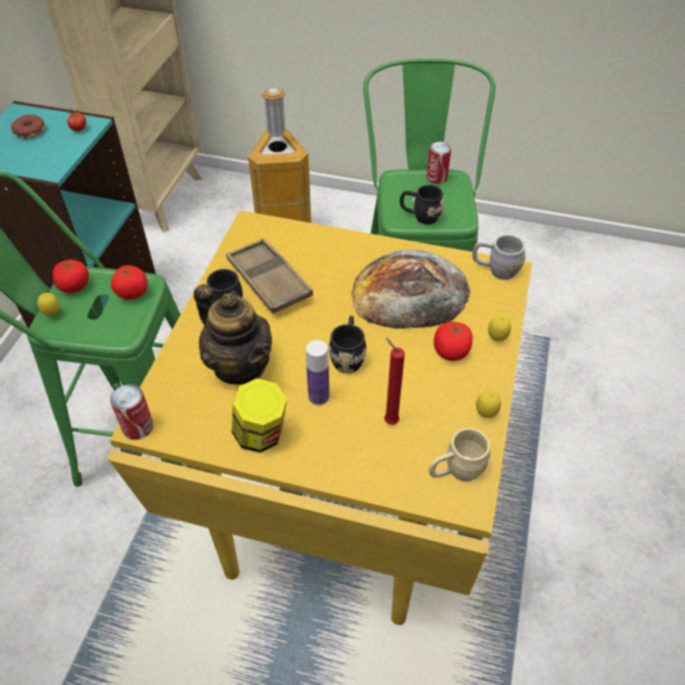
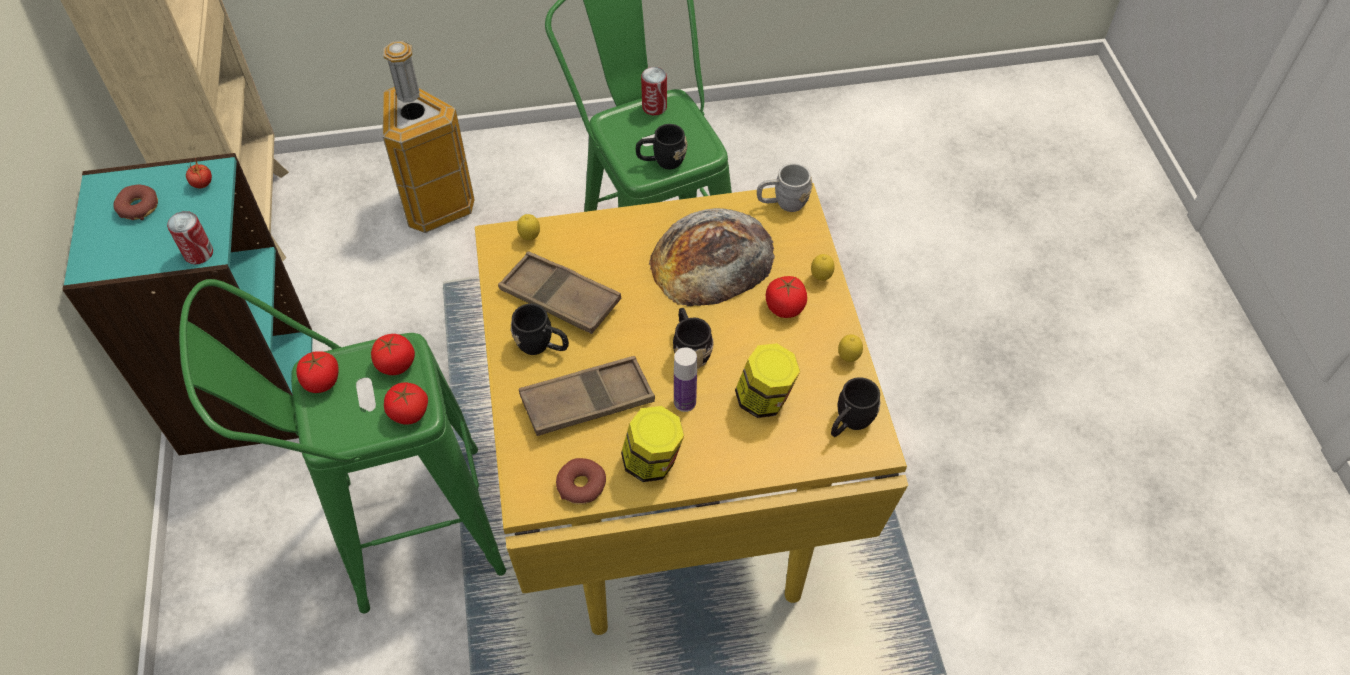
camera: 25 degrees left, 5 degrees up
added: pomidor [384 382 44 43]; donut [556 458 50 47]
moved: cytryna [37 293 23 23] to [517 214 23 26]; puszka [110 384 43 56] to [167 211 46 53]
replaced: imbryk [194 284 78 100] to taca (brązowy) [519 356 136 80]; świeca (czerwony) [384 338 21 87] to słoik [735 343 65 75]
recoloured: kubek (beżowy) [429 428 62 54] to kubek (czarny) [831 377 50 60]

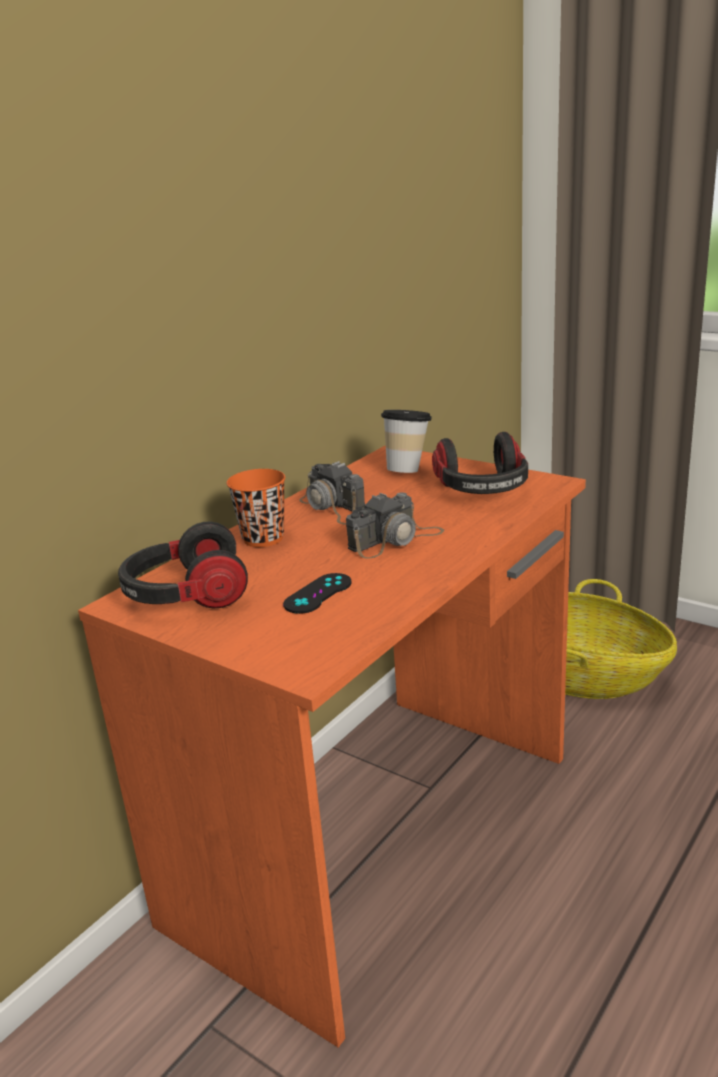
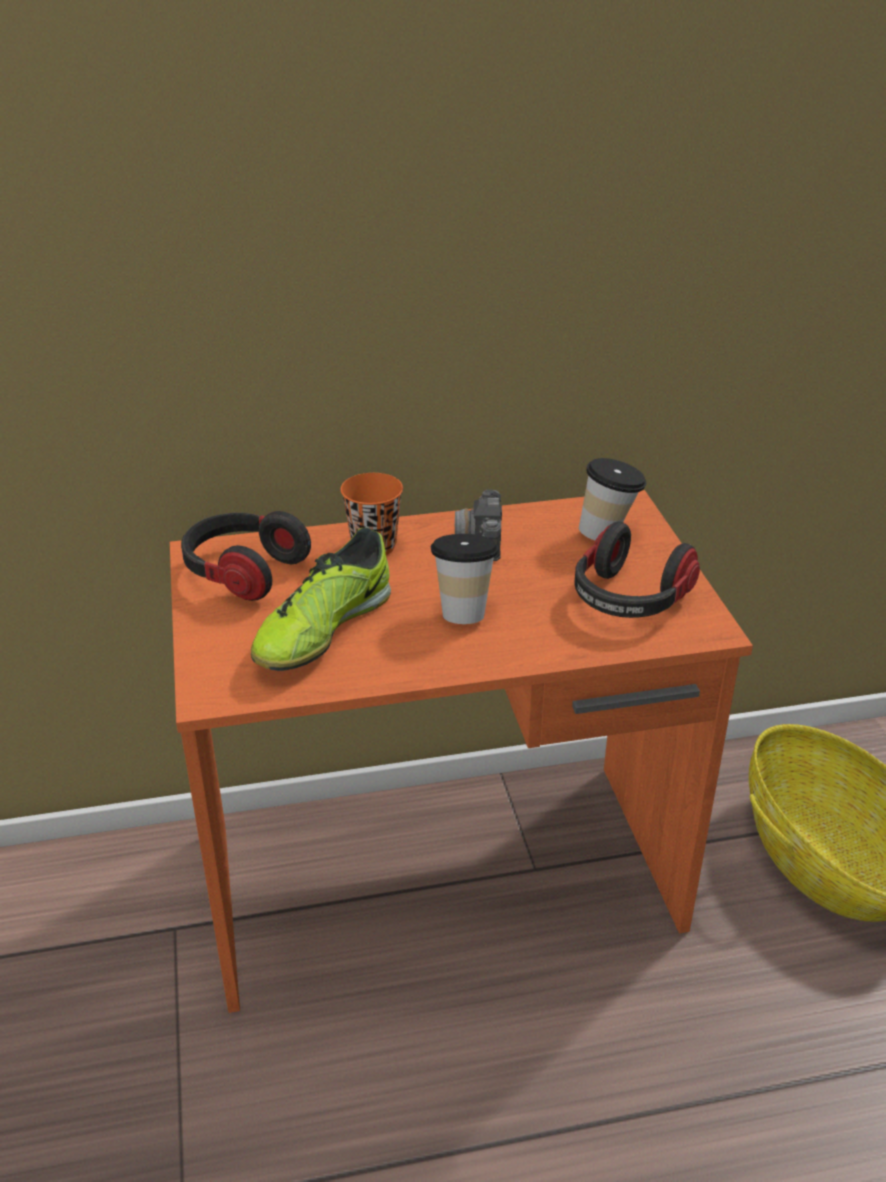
camera: 40 degrees right, 10 degrees up
replaced: pad do gier (czarny) [283 573 69 41] to but [251 528 140 143]; aparat fotograficzny [346 492 98 67] to filiżanka [431 534 68 90]

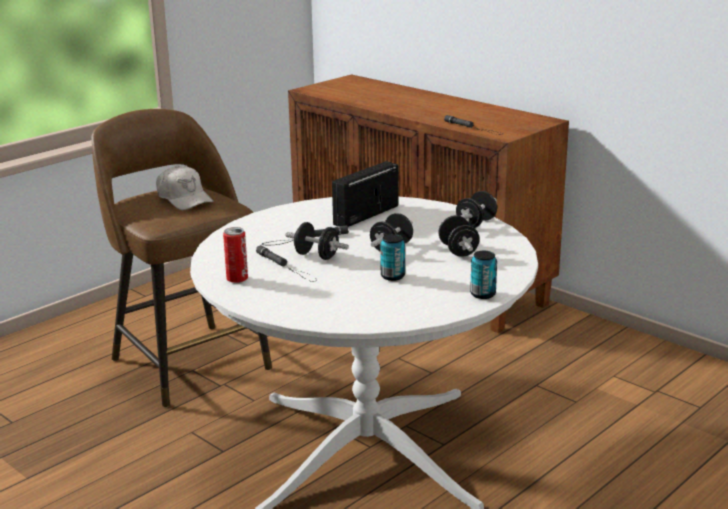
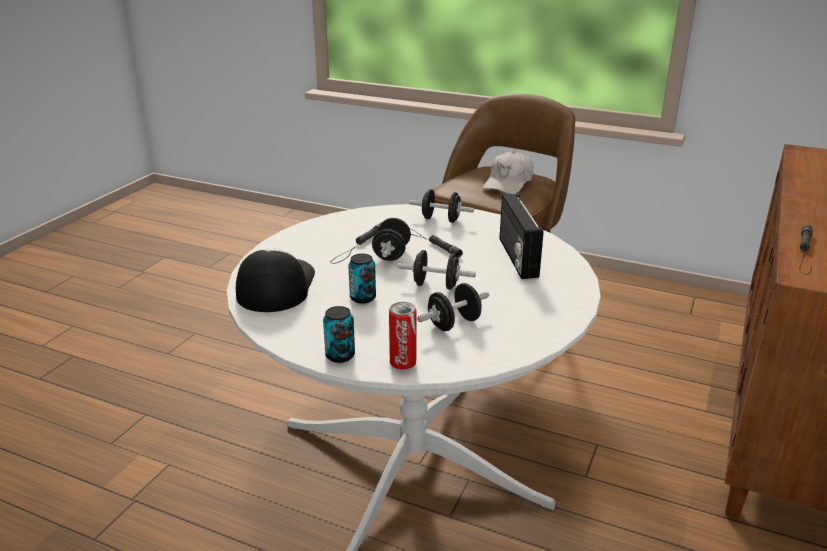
camera: 70 degrees right, 5 degrees up
added: czapka z daszkiem [236 248 79 64]
moved: puszka [223 227 25 56] to [389 302 27 68]; hantel (czarny) [456 191 41 37] to [409 189 65 34]
turned: radio [332 161 67 66] = [500 194 43 85] 120 degrees counterclockwise

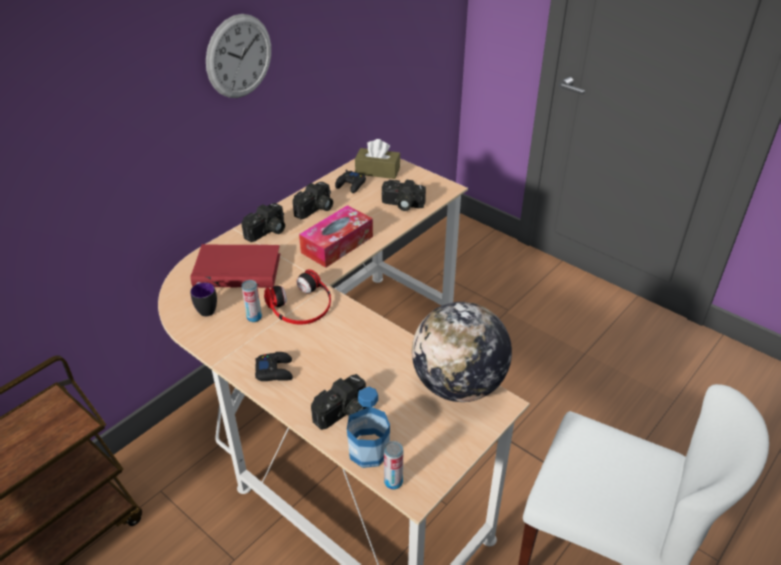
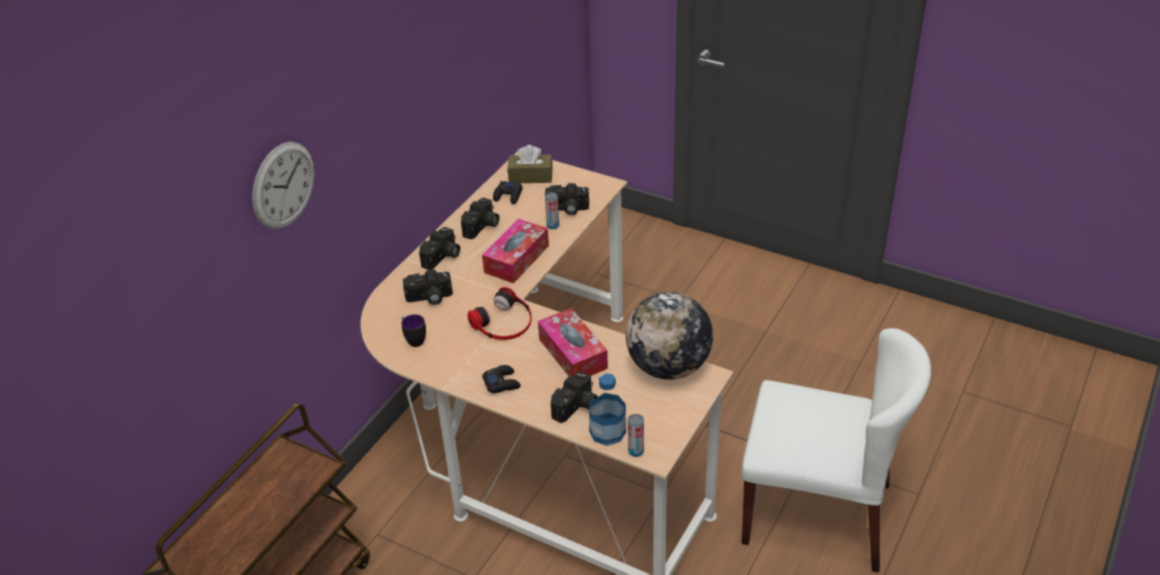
camera: 10 degrees left, 0 degrees up
added: pudełko chusteczek [538 308 70 69]
moved: zegar ścienny [206 14 65 84] to [252 142 62 88]; puszka [241 280 21 42] to [545 192 14 37]
replaced: książka (czerwony) [190 244 90 44] to aparat fotograficzny [403 269 50 36]

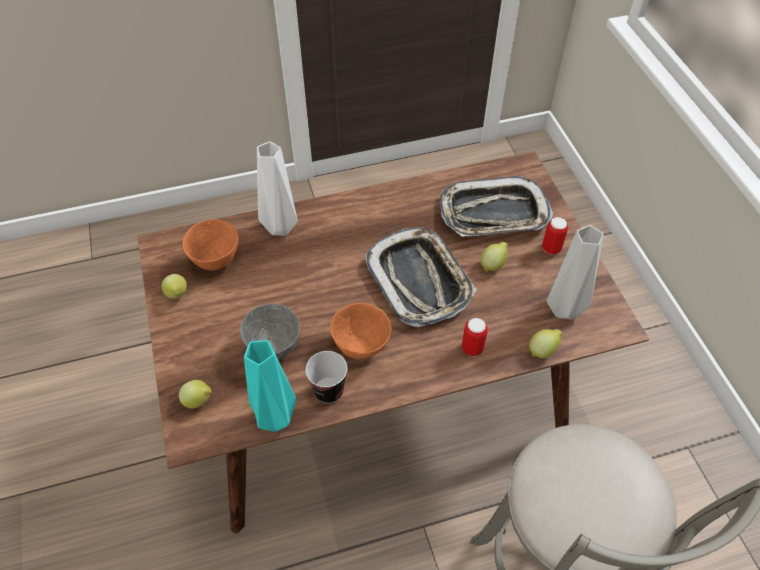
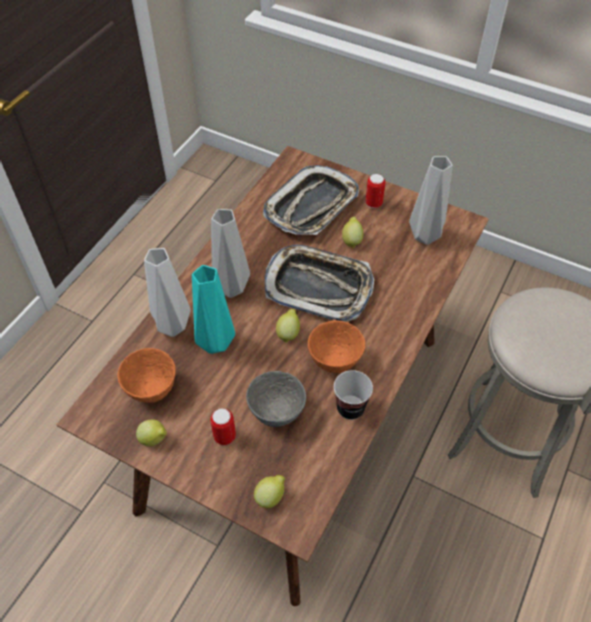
camera: 45 degrees left, 0 degrees up
added: wazon (szary) [211 209 39 89]
moved: wazon (turkusowy) [244 340 53 92] to [192 265 43 89]; puszka [462 318 26 38] to [210 408 26 37]; cytryna [529 329 33 29] to [276 309 24 34]

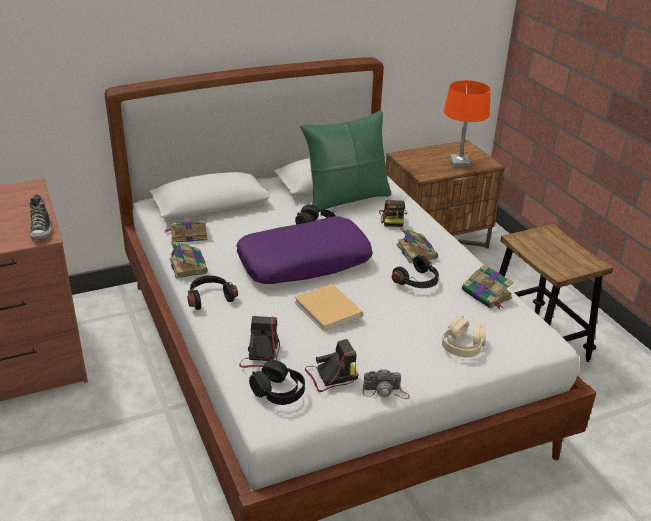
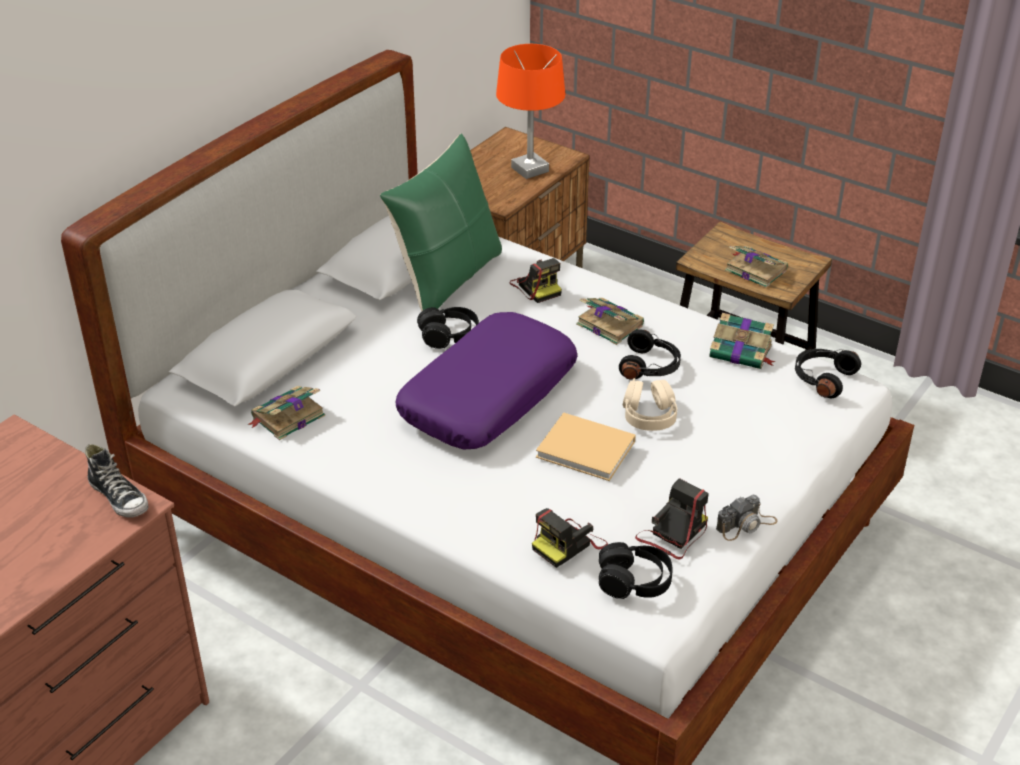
camera: 30 degrees left, 5 degrees up
moved: książka [170 241 38 38] to [725 246 63 42]; słuchawki (czarny) [187 276 51 34] to [795 349 66 49]; słuchawki (beżowy) [442 316 44 41] to [623 378 54 53]
turned: aparat fotograficzny [239 316 41 52] = [532 508 76 60] 105 degrees counterclockwise

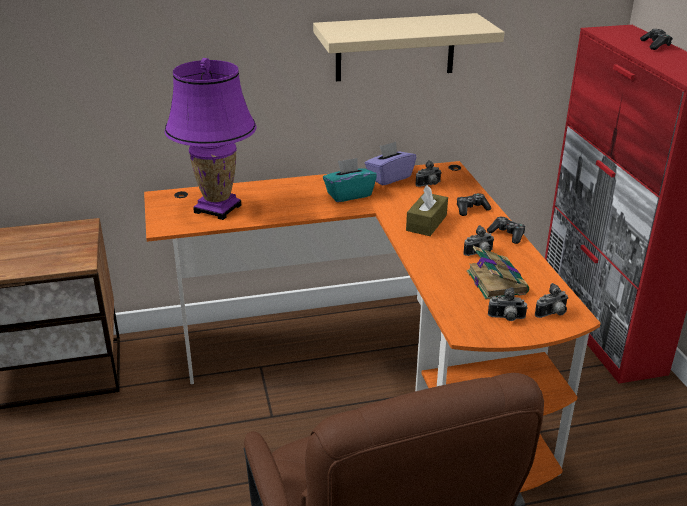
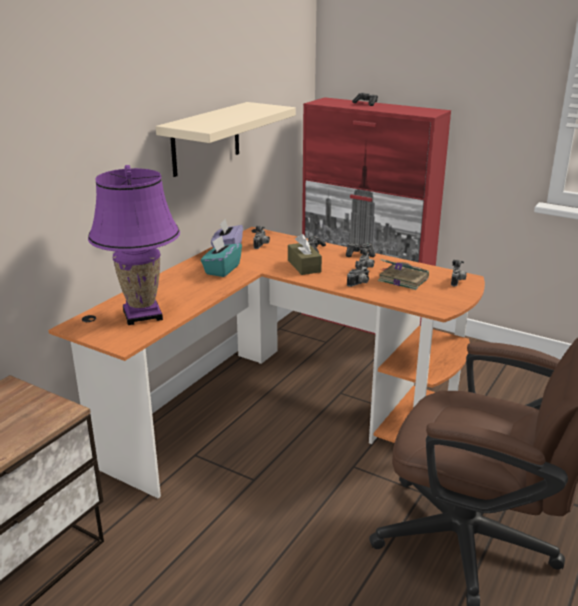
camera: 45 degrees left, 5 degrees down
moved: aparat fotograficzny [488 287 40 34] to [347 261 22 26]

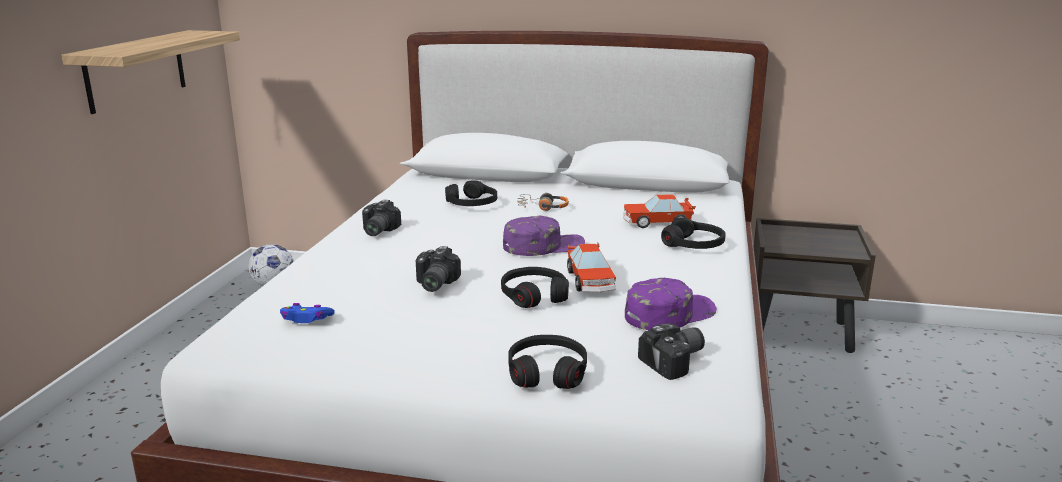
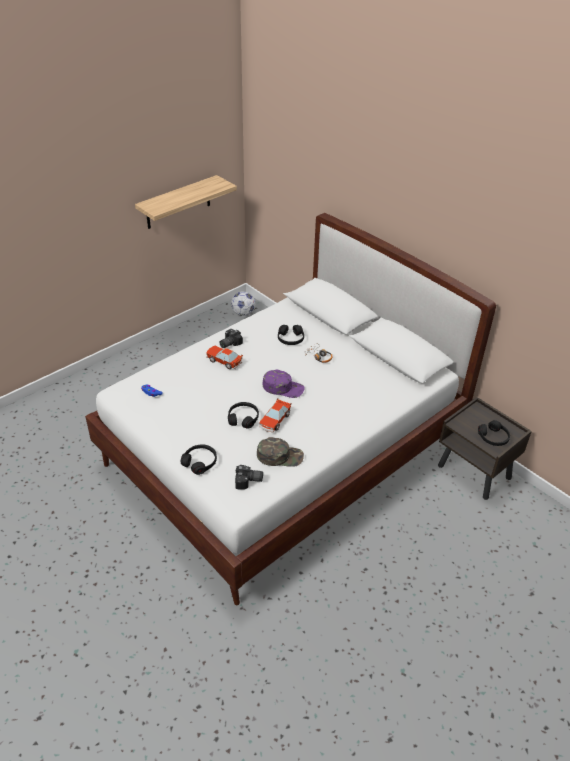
camera: 35 degrees right, 20 degrees up
removed: aparat fotograficzny [416 246 45 46]
moved: samochodzik [623 194 73 34] to [206 345 37 24]; słuchawki (czarny) [661 217 65 32] to [478 420 32 26]
recoloured: czapka z daszkiem (fioletowy) [625 278 92 52] to czapka z daszkiem (zielony) [257 437 47 30]

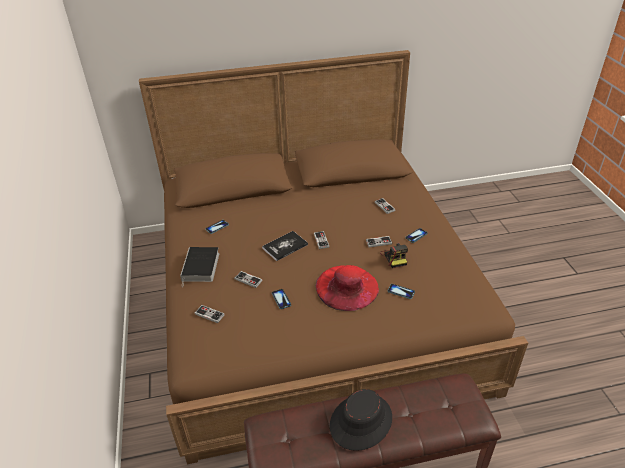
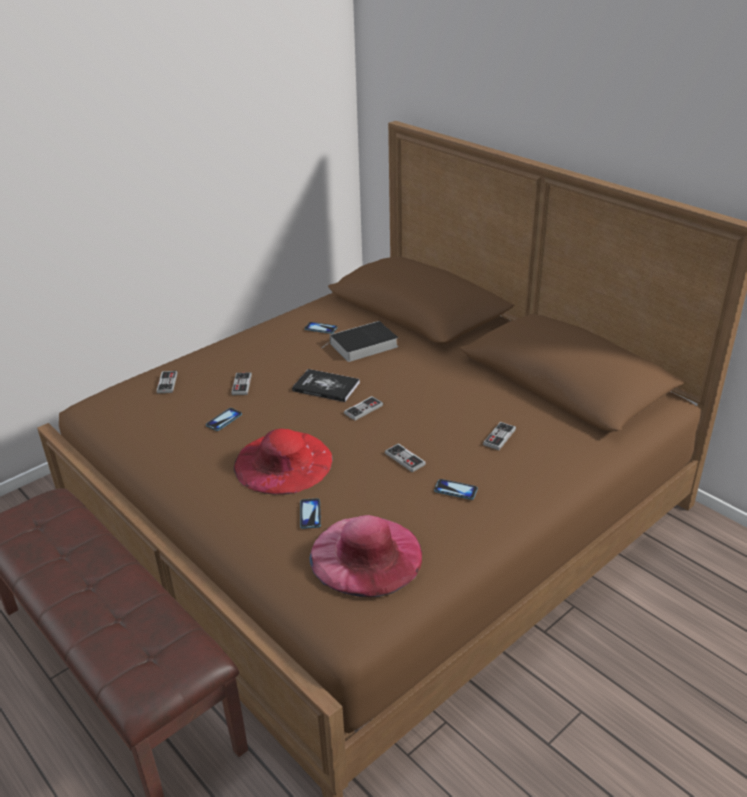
camera: 60 degrees right, 5 degrees down
removed: kapelusz (czarny) [330 389 62 62]; aparat fotograficzny [380 243 28 25]
added: kapelusz (różowy) [310 515 112 82]
moved: książka [180 247 39 37] to [321 321 77 41]

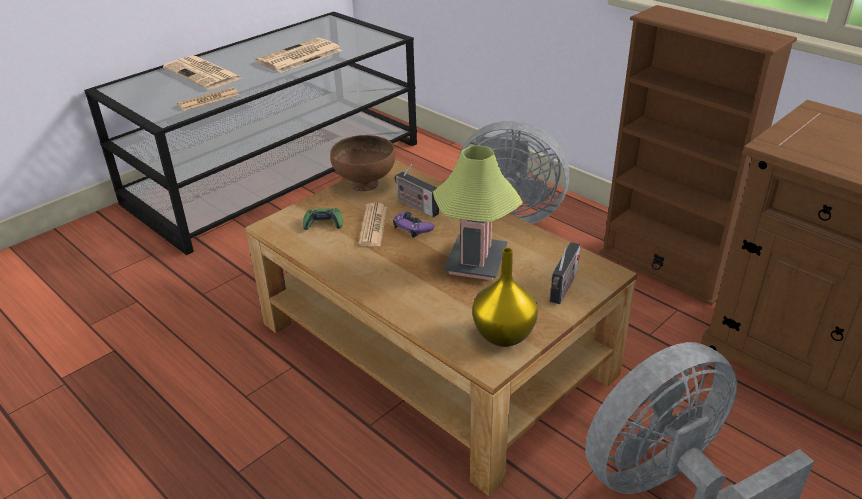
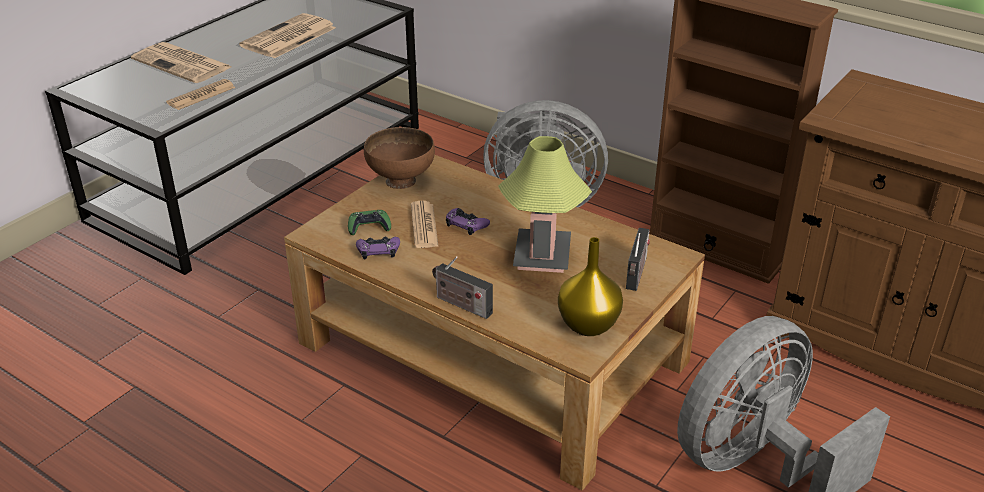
camera: 10 degrees left, 0 degrees up
added: pad do gier (fioletowy) [356 237 44 22]
moved: radio [394 164 45 54] to [432 256 61 63]

